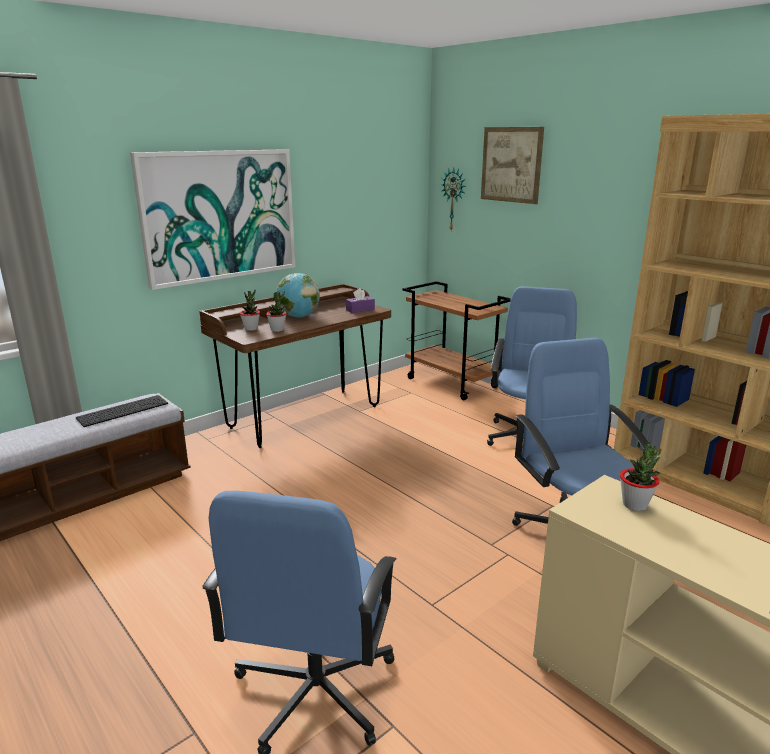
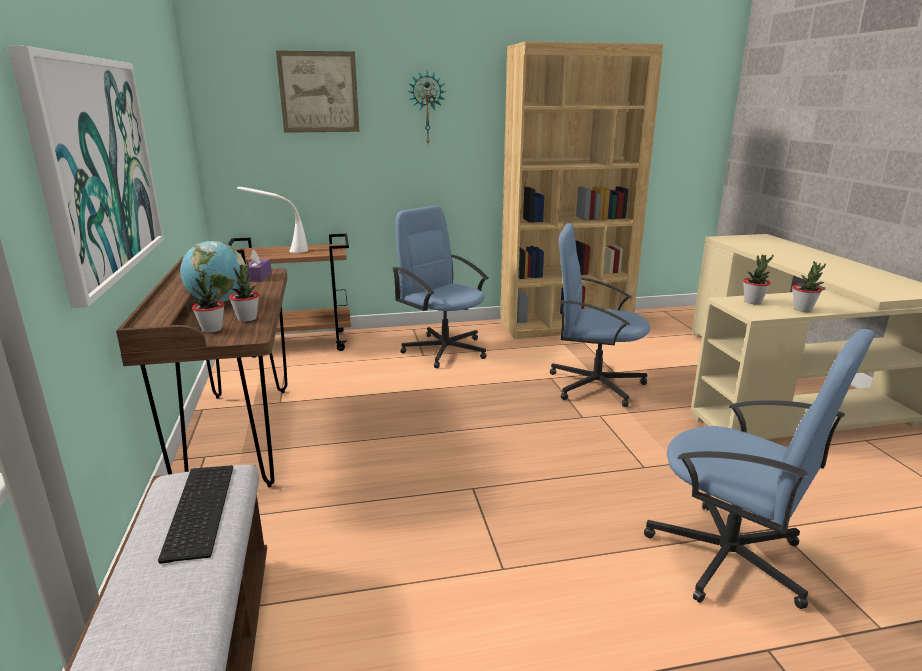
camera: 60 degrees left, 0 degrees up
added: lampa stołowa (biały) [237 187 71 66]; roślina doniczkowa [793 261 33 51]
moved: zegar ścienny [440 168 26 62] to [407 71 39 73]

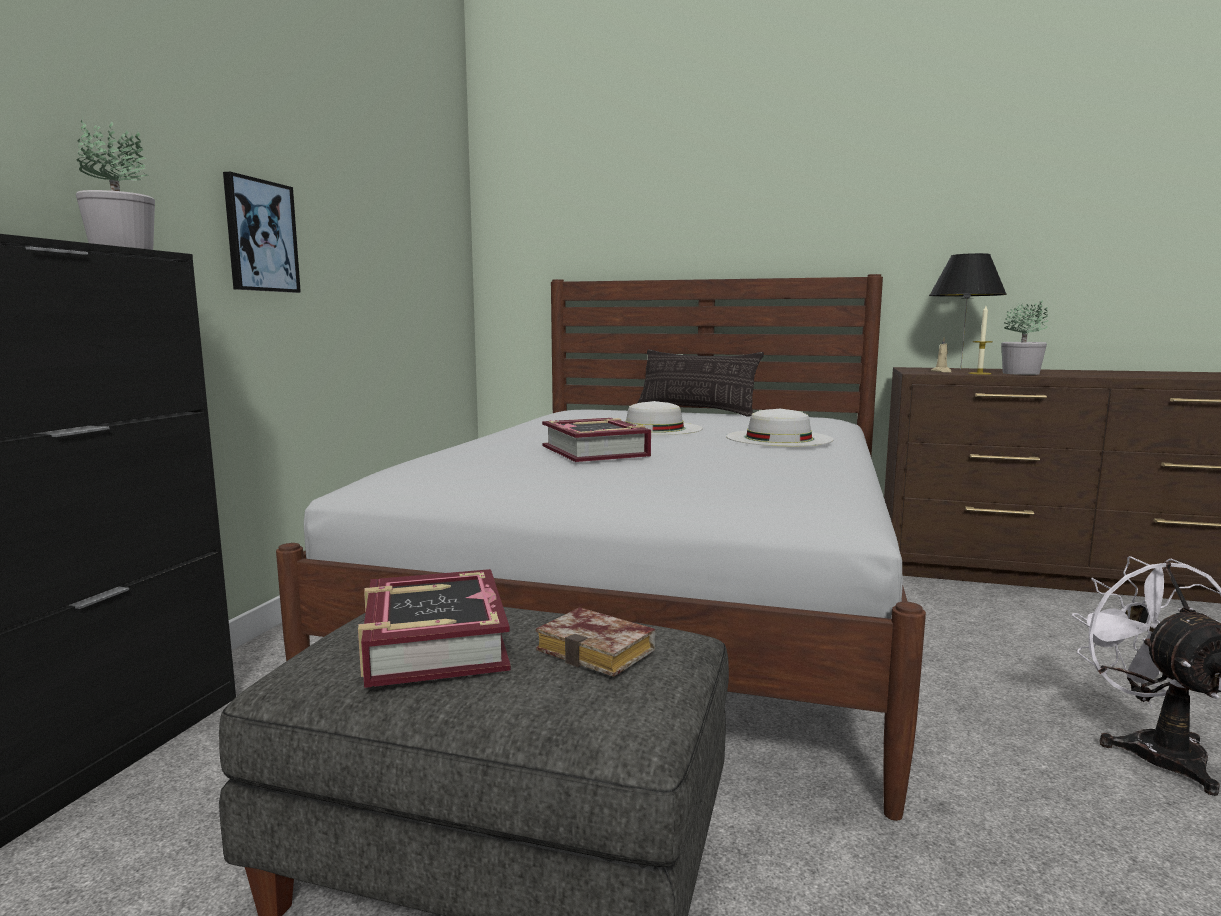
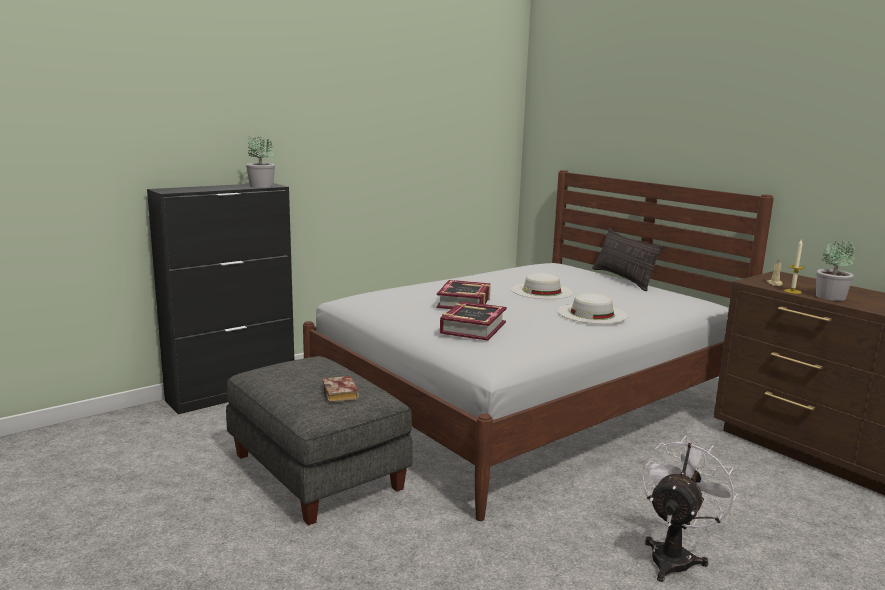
camera: 35 degrees right, 5 degrees up
removed: obraz [223 172 78 121]; lampa stołowa (czarny) [929 253 78 116]
moved: książka [358 569 153 119] to [440 301 67 40]

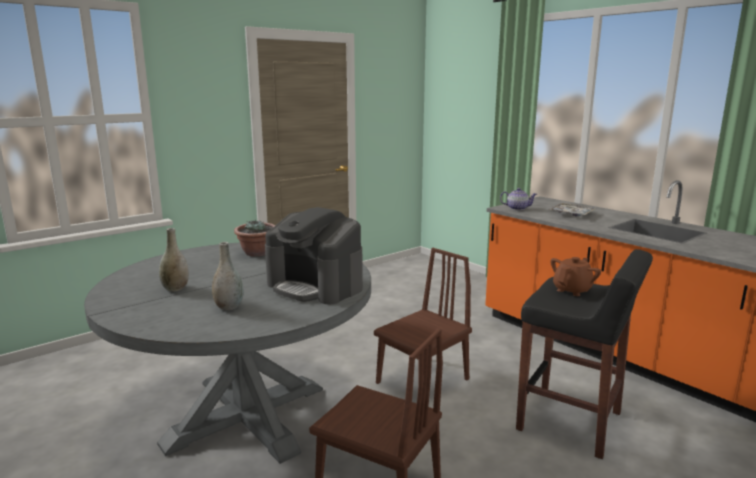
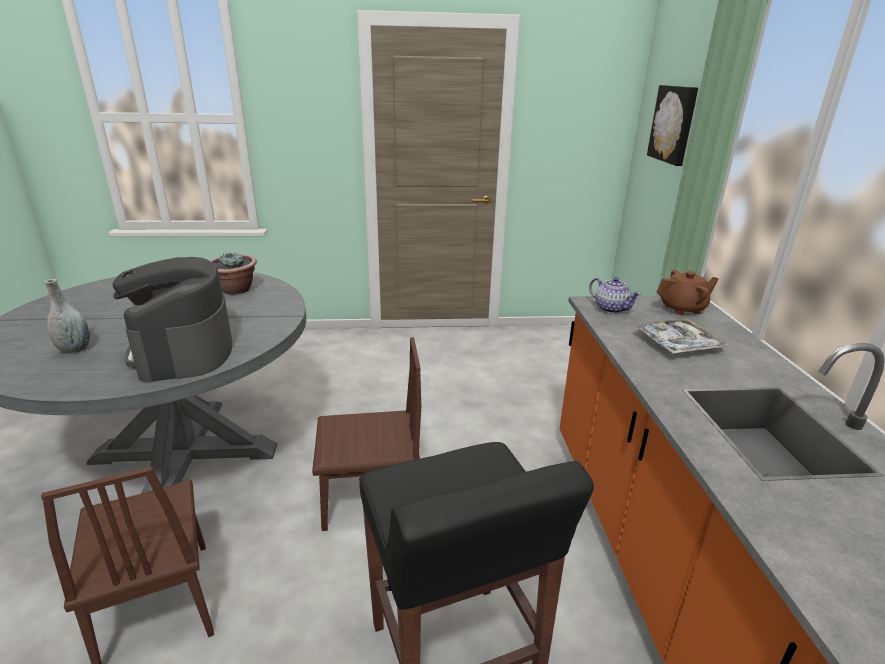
camera: 35 degrees right, 10 degrees up
removed: wazon (szary) [159 228 30 64]
added: obraz [647 85 51 81]
moved: imbryk (brązowy) [550 257 51 39] to [656 270 62 45]

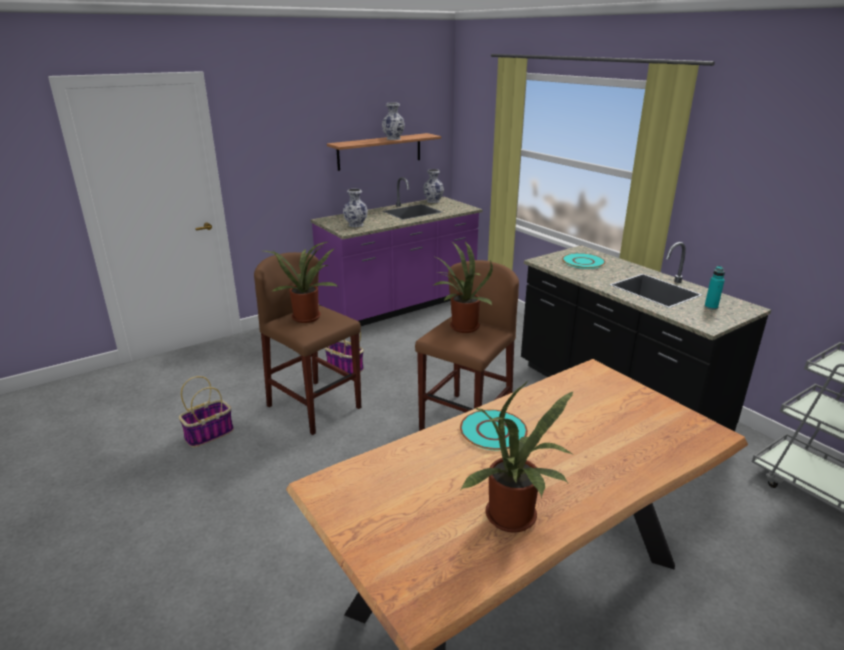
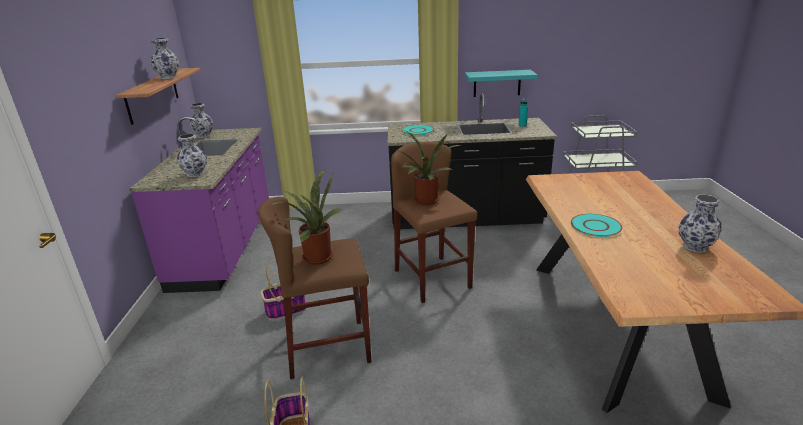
camera: 55 degrees left, 0 degrees up
added: półka (turkusowy) [465 70 73 27]
replaced: roślina doniczkowa [461 380 112 153] to wazon [679 195 43 58]

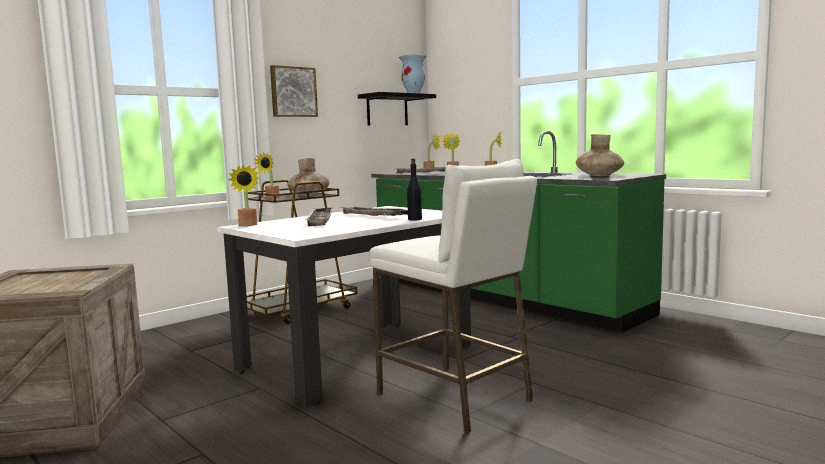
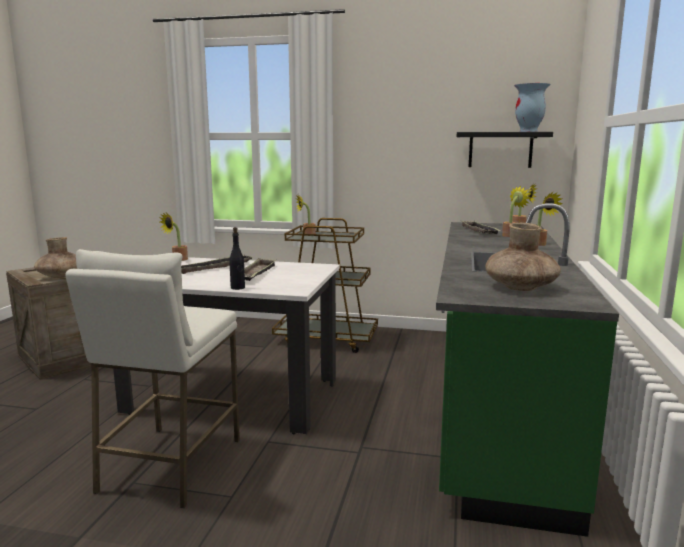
camera: 55 degrees right, 5 degrees up
removed: obraz [270 65 48 52]
moved: wazon (brązowy) [287 158 43 38] to [34 237 43 41]

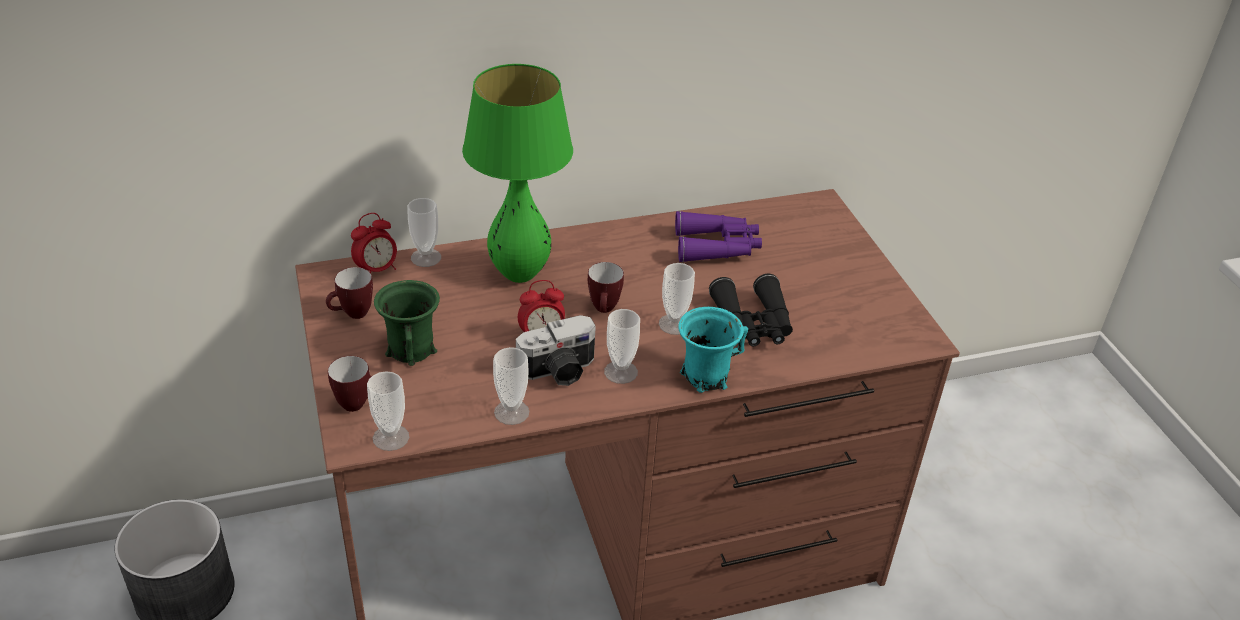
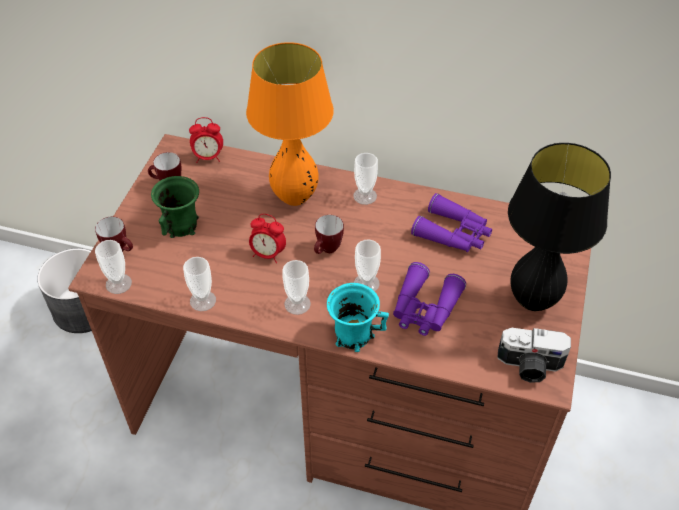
camera: 35 degrees right, 10 degrees up
added: lampa stołowa (czarny) [508 143 103 168]
moved: filiżanka [407 198 34 69] to [353 153 25 52]; aparat fotograficzny [516 315 80 71] to [497 328 74 55]
recoloured: lampa stołowa (zielony) [462 64 111 219] to lampa stołowa (pomarańczowy) [246 42 88 164]; lornetka (czarny) [709 274 84 73] to lornetka (fioletowy) [393 262 73 74]

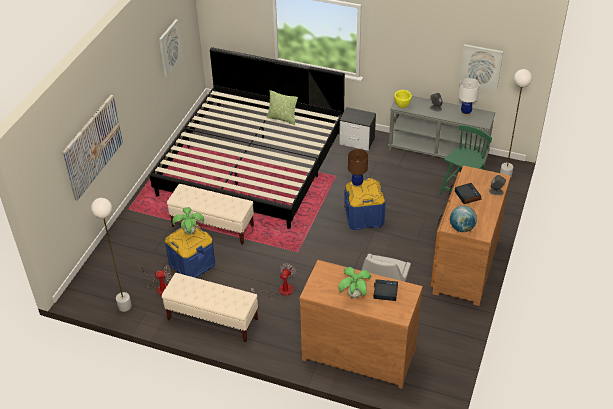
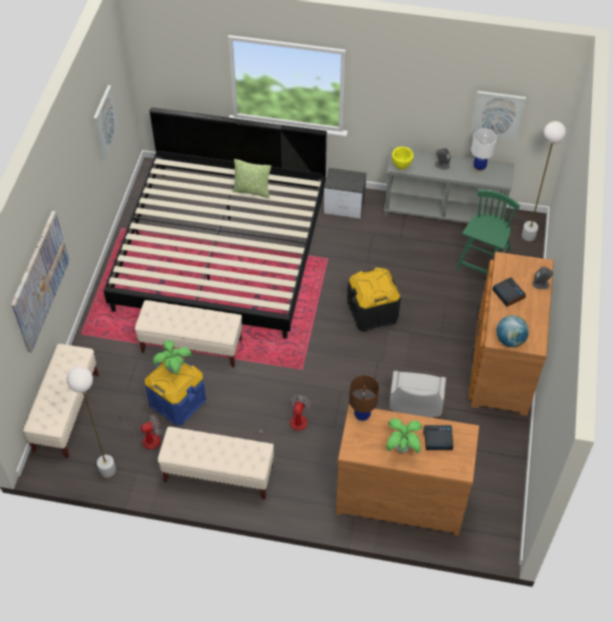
camera: 10 degrees left, 10 degrees up
added: ławka (beżowy) [23 344 76 114]
moved: lampa stołowa (brązowy) [348 149 20 38] to [349 375 30 47]
recoloured: pojemnik do przechowywania (niebieski) [344 178 42 52] to pojemnik do przechowywania (czarny) [347 268 54 64]

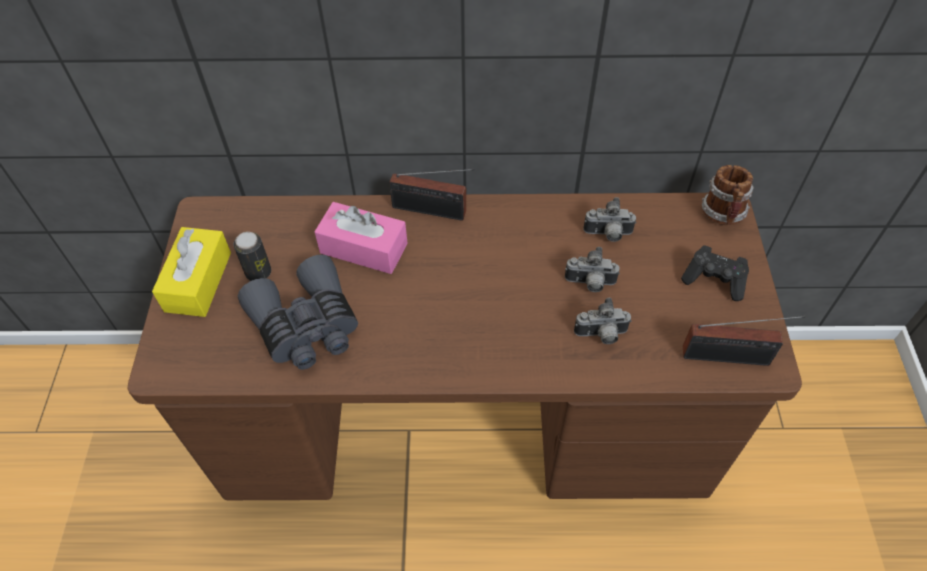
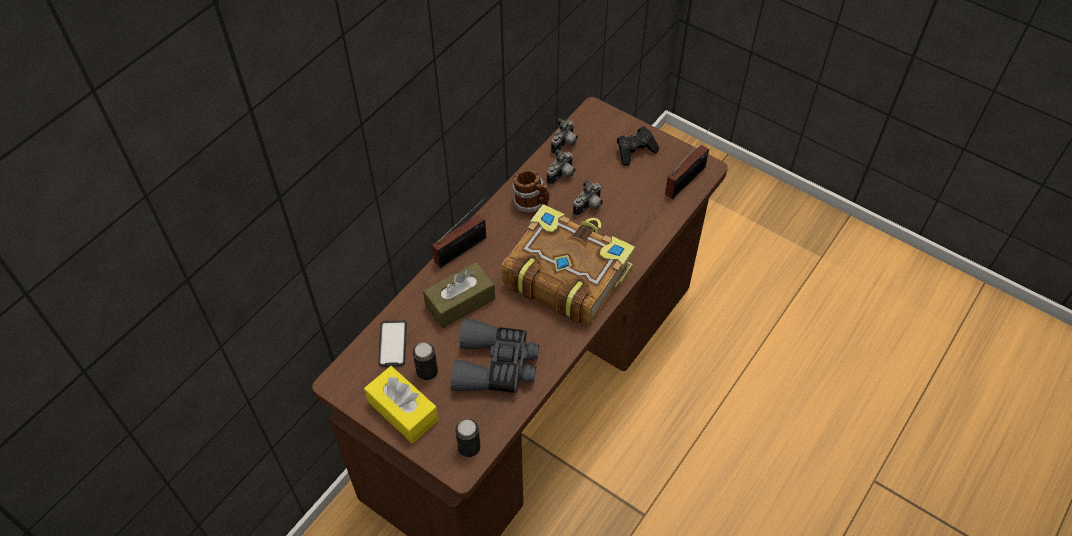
camera: 55 degrees left, 0 degrees up
added: telefon [378 321 29 46]; puszka [455 419 25 38]; książka [501 204 134 121]
moved: aparat fotograficzny [574 298 58 46] to [551 118 27 36]; kubek [702 165 52 60] to [512 169 37 45]
recoloured: pudełko chusteczek (różowy) [314 202 94 72] to pudełko chusteczek (brązowy) [423 262 72 66]

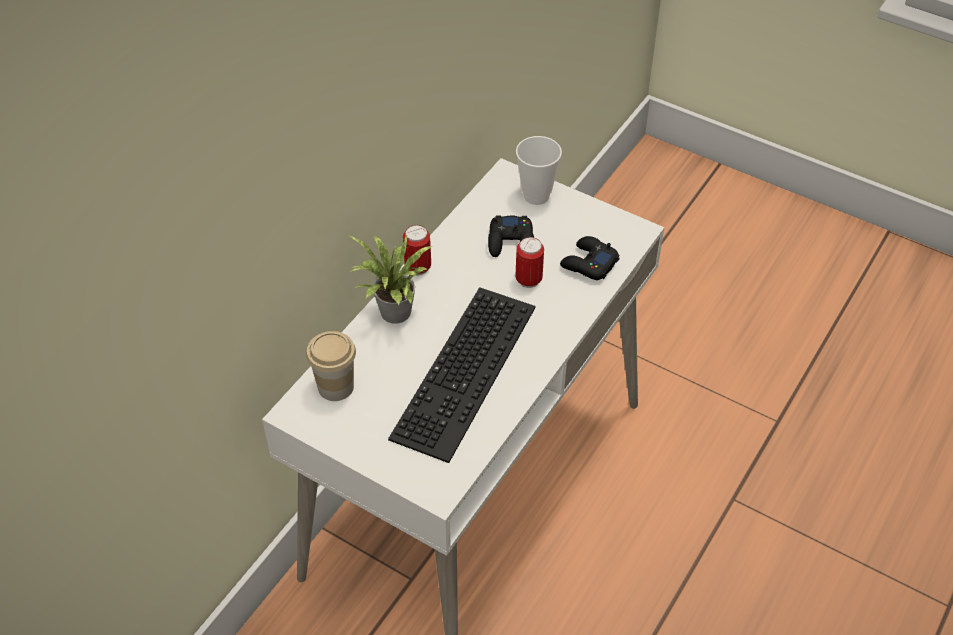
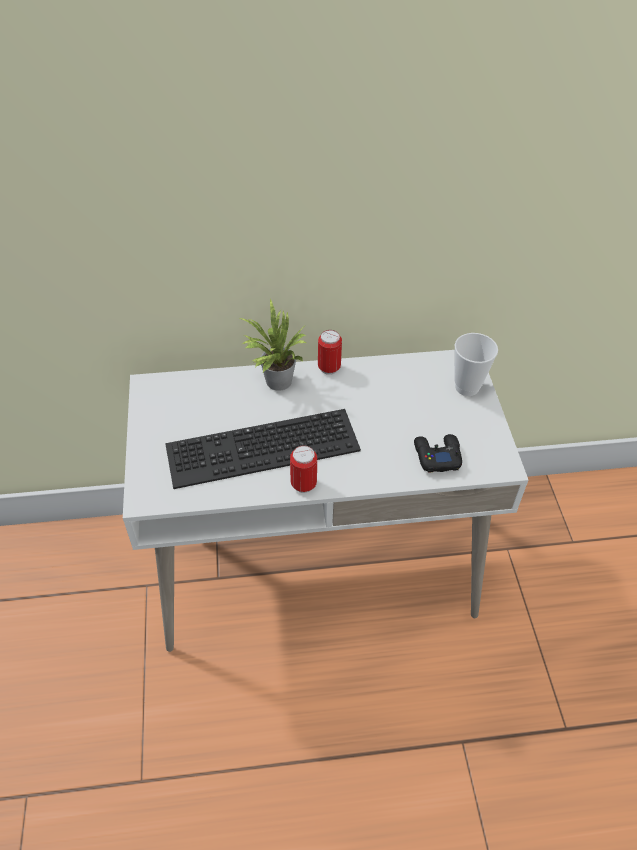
camera: 50 degrees right, 0 degrees up
removed: filiżanka [306 331 50 70]; pad do gier (czarny) [488 215 46 42]
moved: puszka [515 237 29 51] to [290 445 27 48]

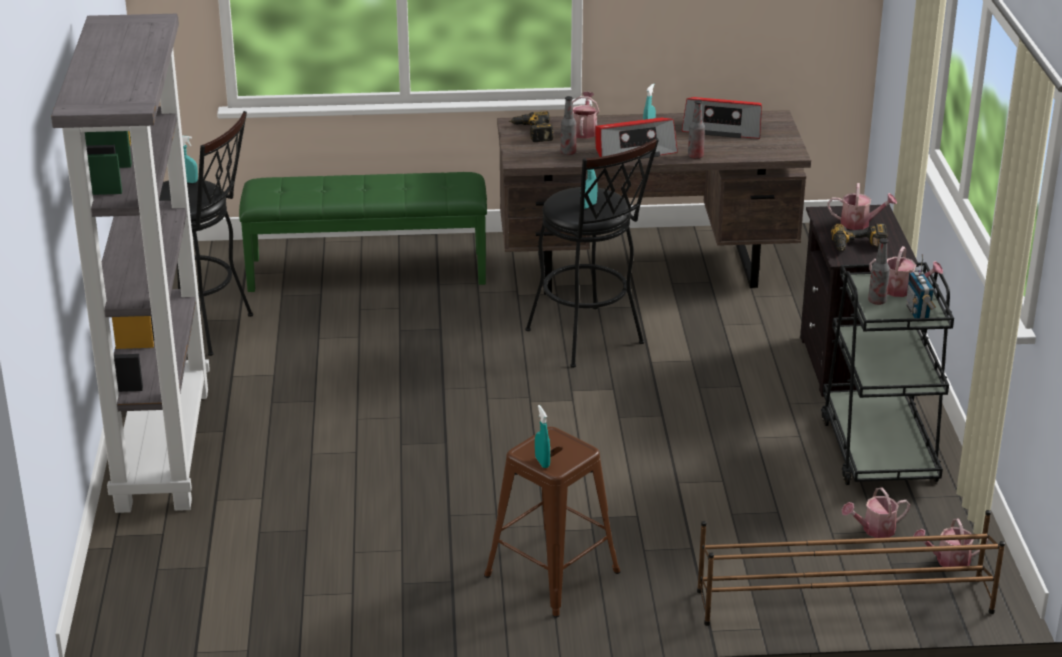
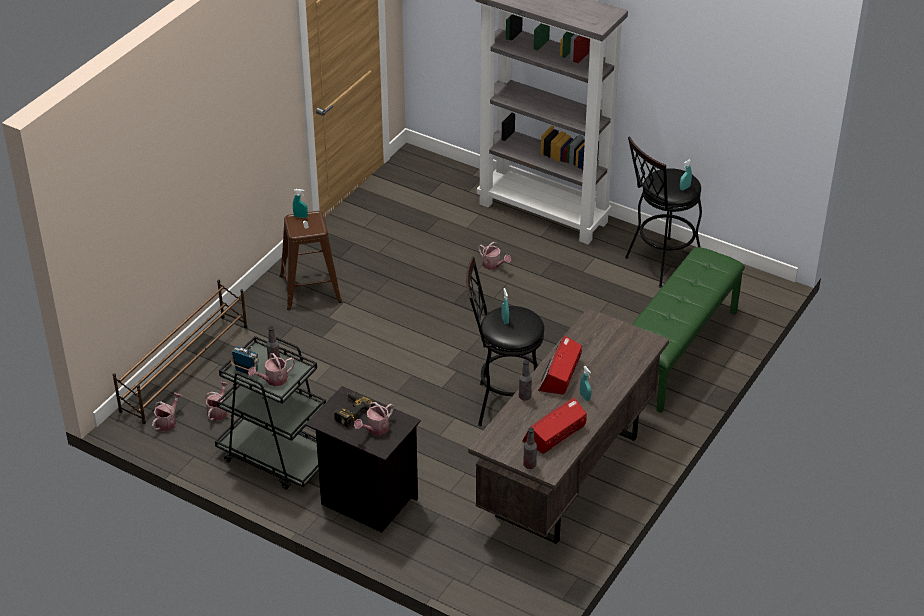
camera: 125 degrees right, 10 degrees up
removed: wiertarka [509 111 45 31]
moved: butelka [561 96 15 59] to [523 428 14 41]; konewka [572 92 27 47] to [478 242 33 28]

